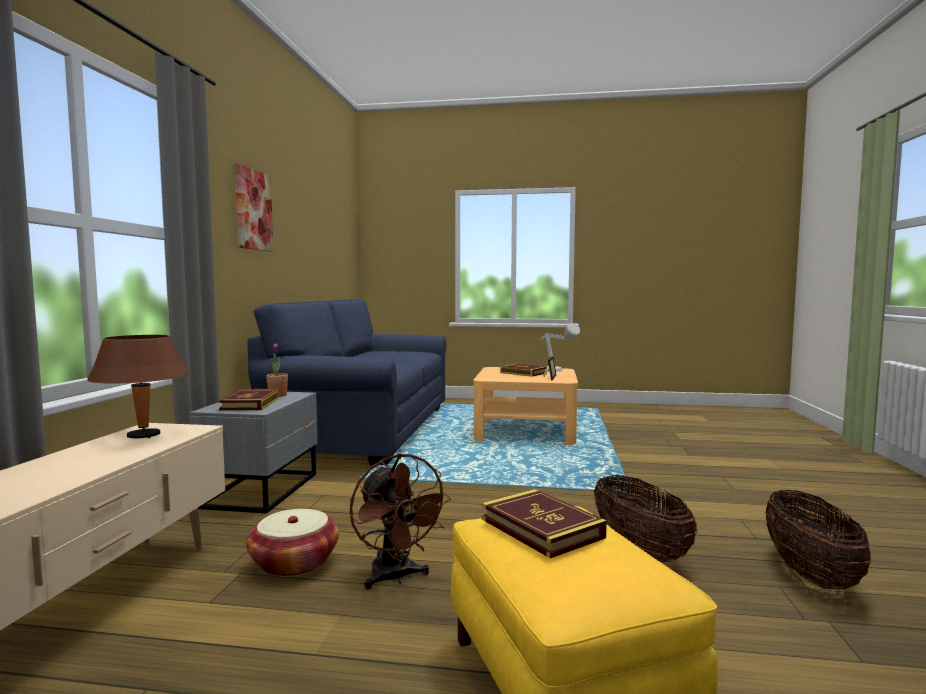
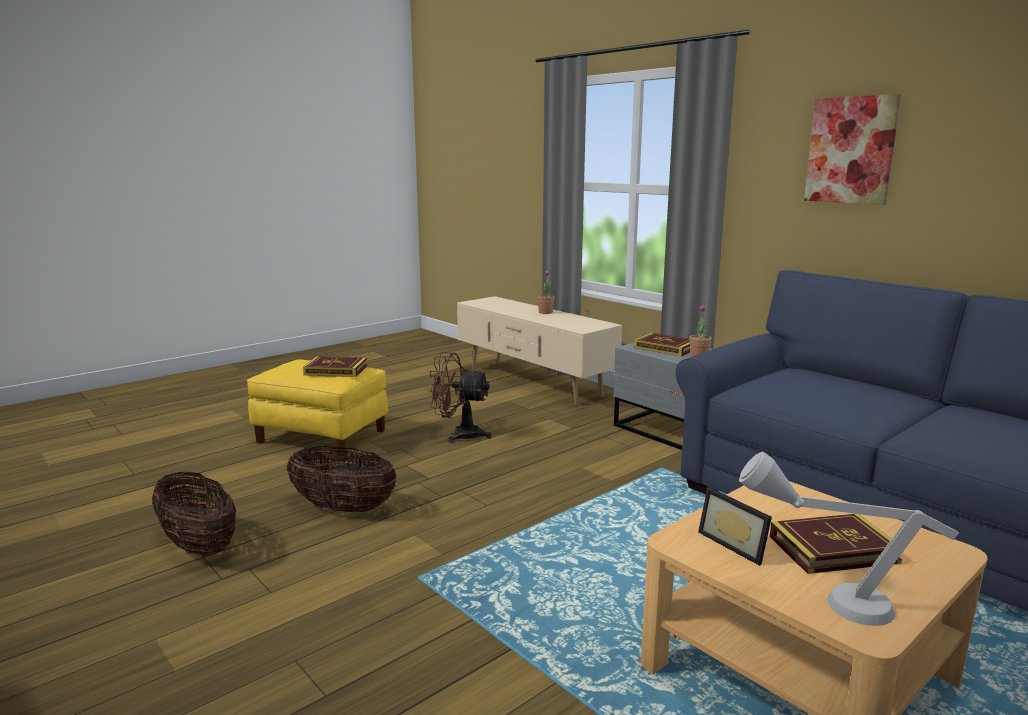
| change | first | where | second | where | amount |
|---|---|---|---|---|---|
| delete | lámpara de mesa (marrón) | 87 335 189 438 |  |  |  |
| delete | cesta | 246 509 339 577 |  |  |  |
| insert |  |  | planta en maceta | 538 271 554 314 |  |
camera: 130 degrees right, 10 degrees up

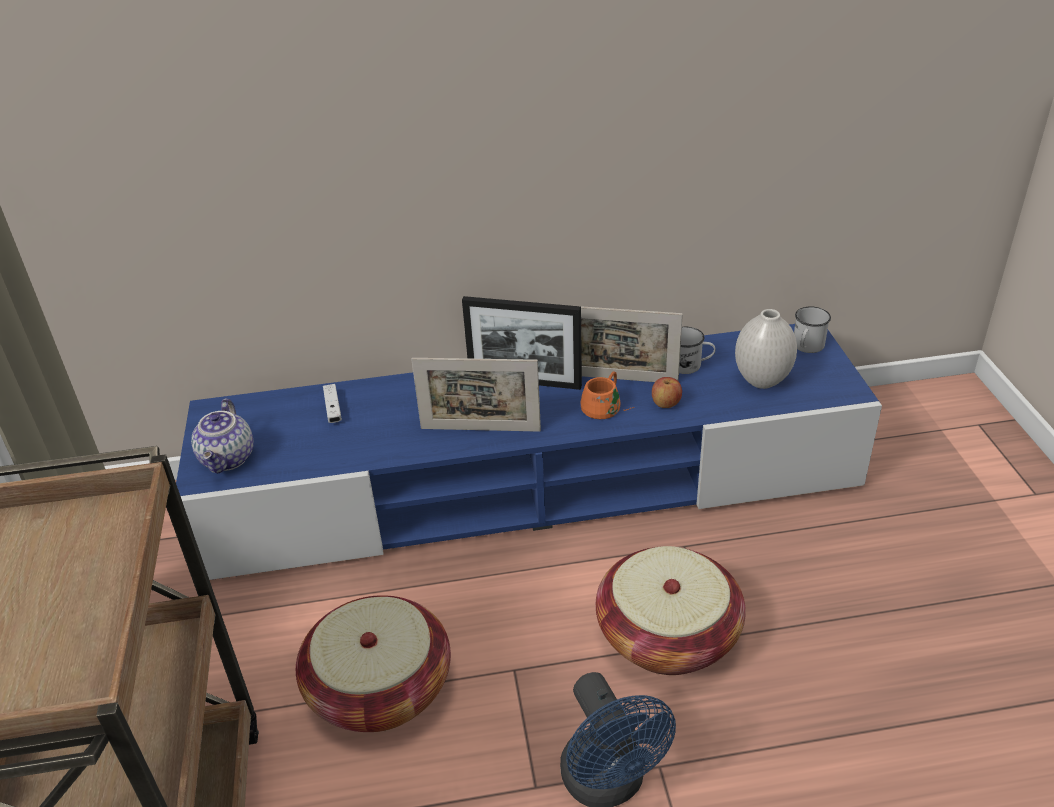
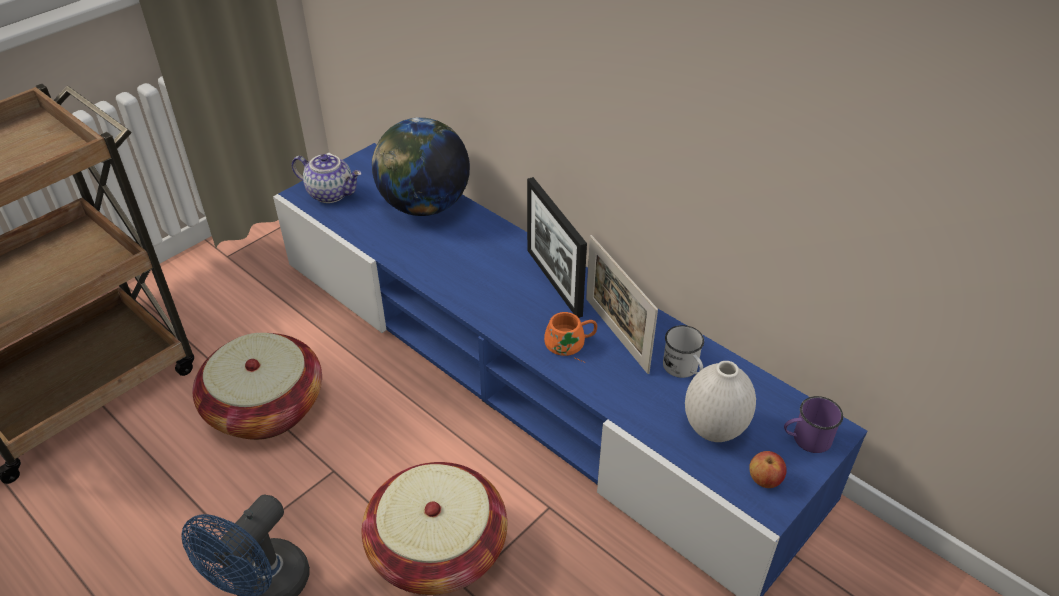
| change | first | where | second | where | amount |
|---|---|---|---|---|---|
| rotate | tetera | 191 398 253 474 |  | 292 154 362 203 | 120 degrees counterclockwise |
| replace | mando de consola (blanco) | 323 384 342 423 | globo terráqueo | 372 117 470 216 |  |
| delete | portarretratos | 411 358 541 432 |  |  |  |
| move | manzana | 652 377 682 408 |  | 749 451 787 488 |  |
| recolor | taza grande (blanco) | 794 306 831 353 | taza grande (morado) | 784 396 843 453 |  |
camera: 50 degrees right, 5 degrees up

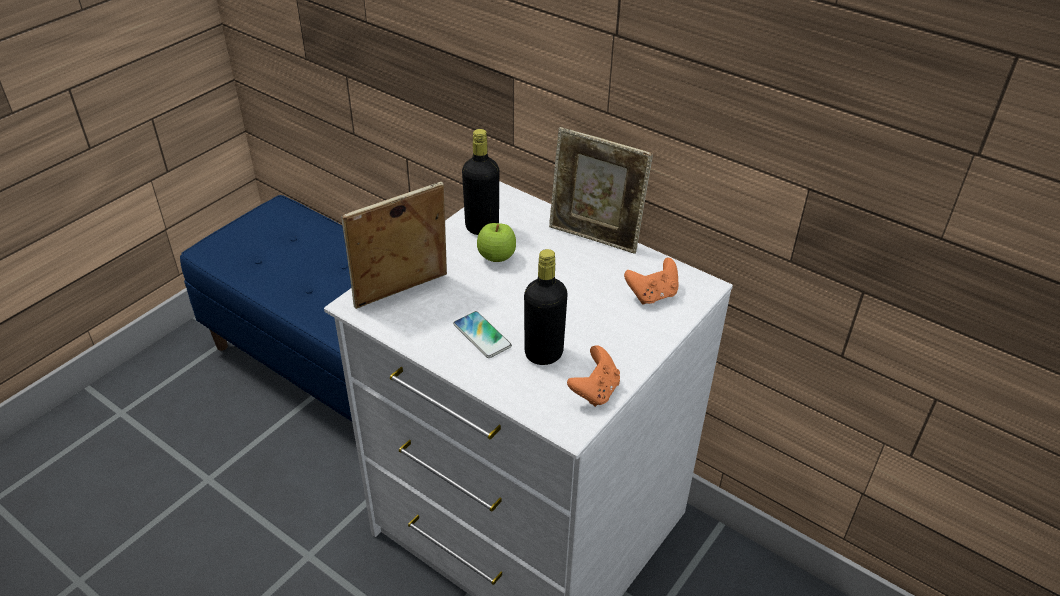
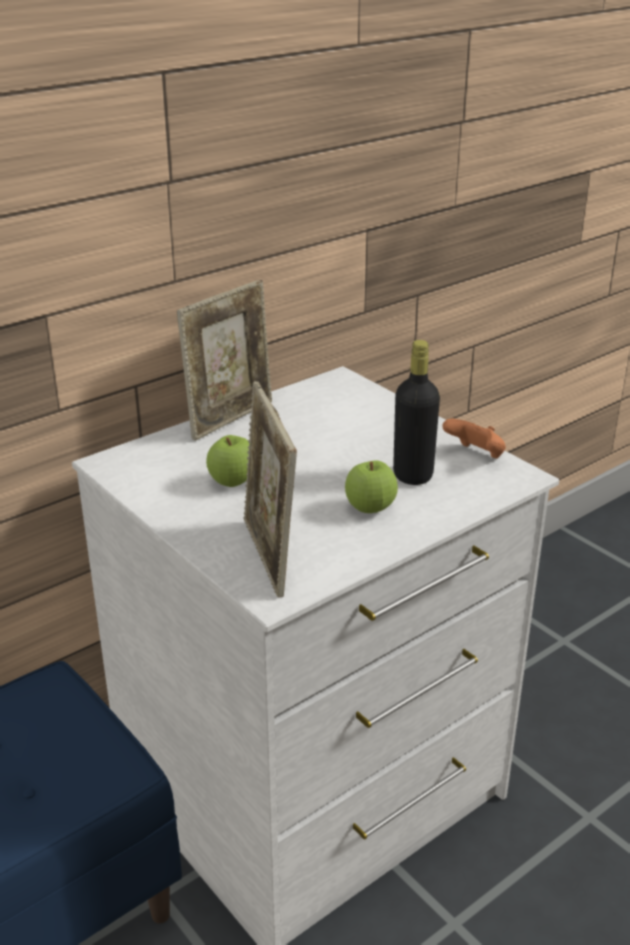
| change | first | where | second | where | amount |
|---|---|---|---|---|---|
| replace | móvil | 453 311 512 358 | manzana | 345 460 398 513 |  |
| delete | botella (negro) | 462 129 499 235 |  |  |  |
| delete | mando de consola (naranja) | 624 257 678 305 |  |  |  |
camera: 75 degrees left, 10 degrees down

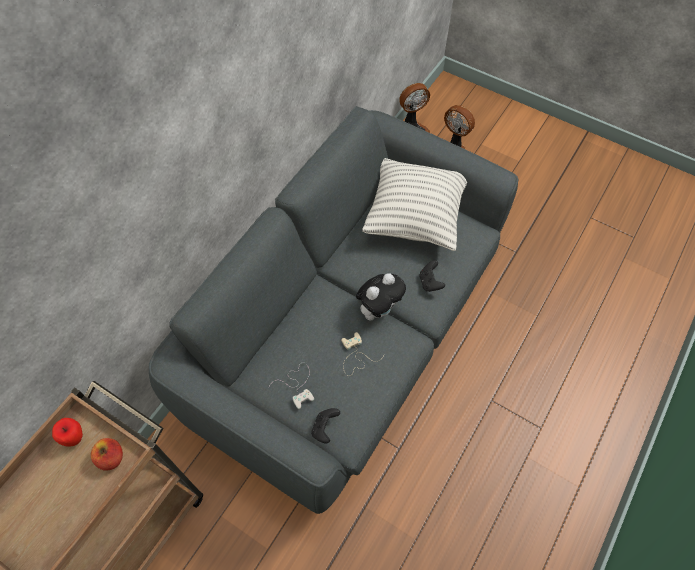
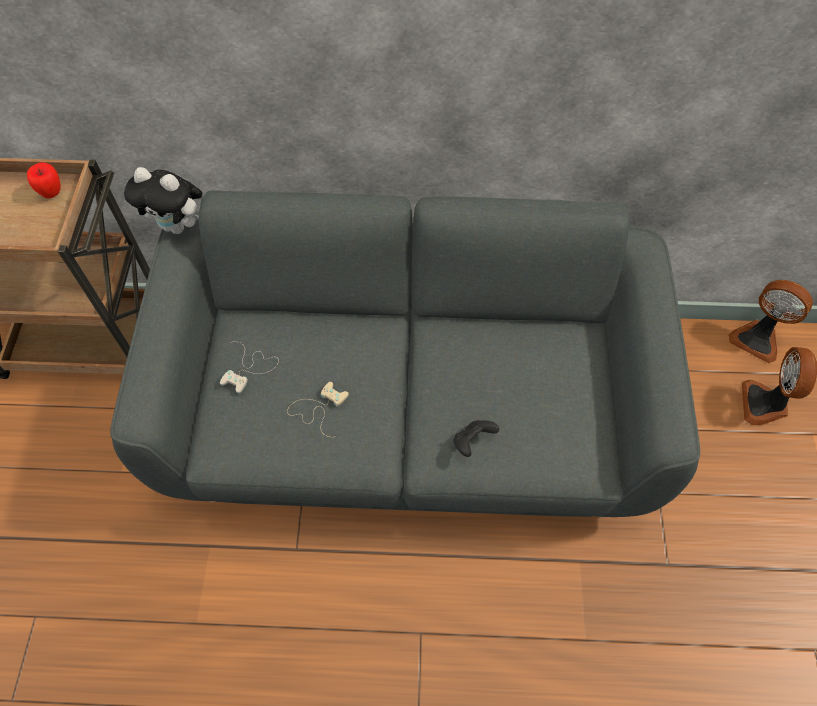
| change | first | where | second | where | amount |
|---|---|---|---|---|---|
| delete | manzana | 91 438 123 471 |  |  |  |
| delete | mando de consola (negro) | 311 408 340 443 |  |  |  |
| move | peluche | 356 273 406 321 |  | 124 167 202 234 |  |
| delete | cojín | 362 158 467 251 |  |  |  |
camera: 60 degrees right, 0 degrees up

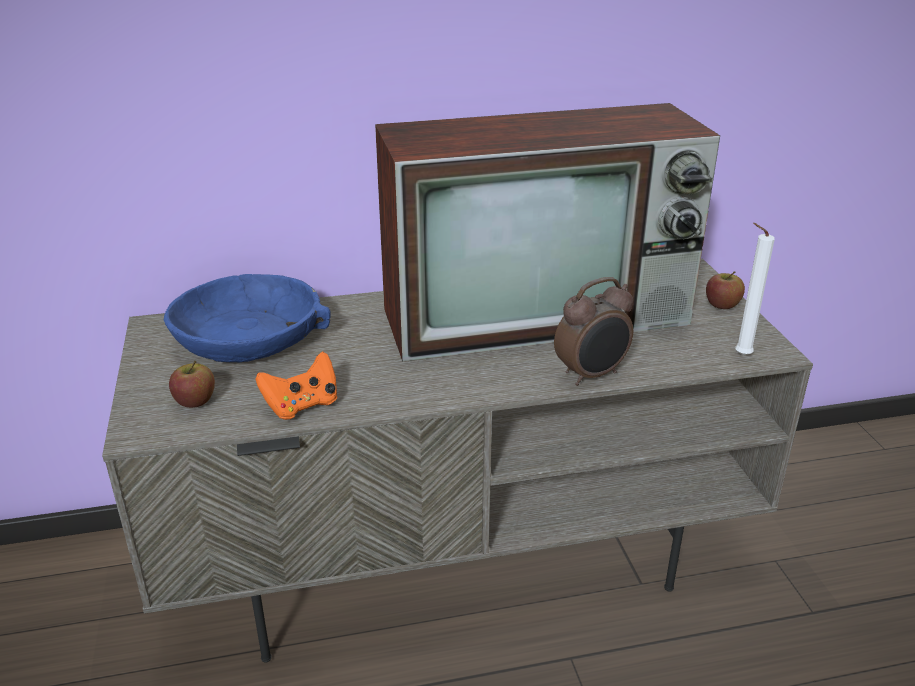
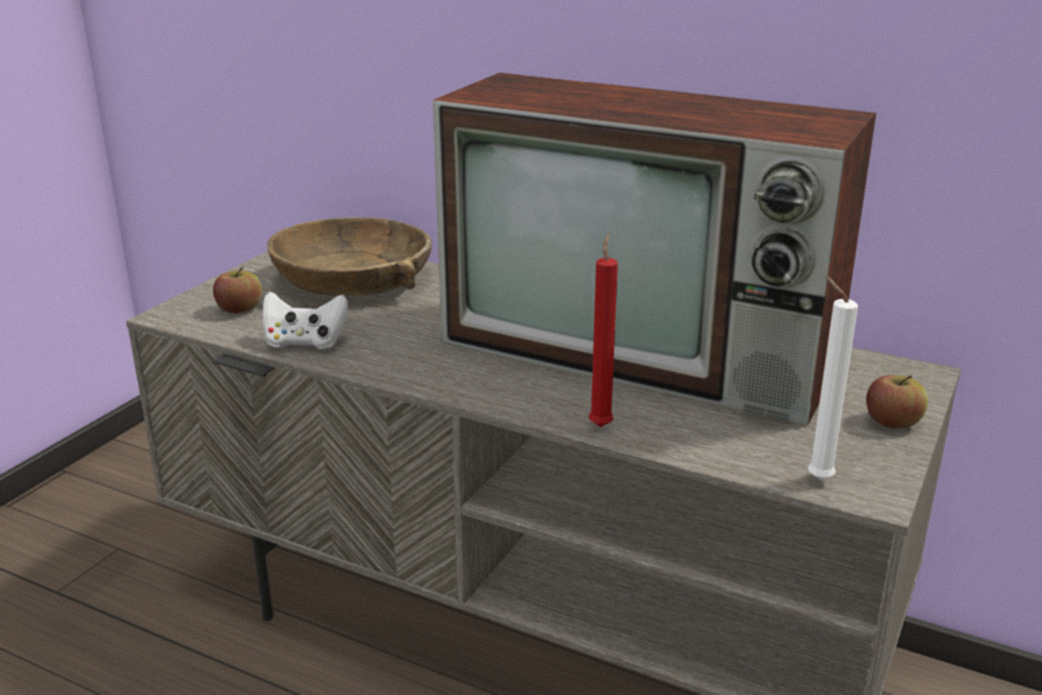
| change | first | where | second | where | amount |
|---|---|---|---|---|---|
| recolor | cuenco (azul) | 164 274 331 362 | cuenco (marrón) | 267 217 432 296 |  |
| recolor | mando de consola (naranja) | 256 351 338 420 | mando de consola (blanco) | 263 292 348 350 |  |
| replace | despertador | 554 277 633 386 | vela (rojo) | 589 234 618 427 |  |
camera: 40 degrees right, 5 degrees down

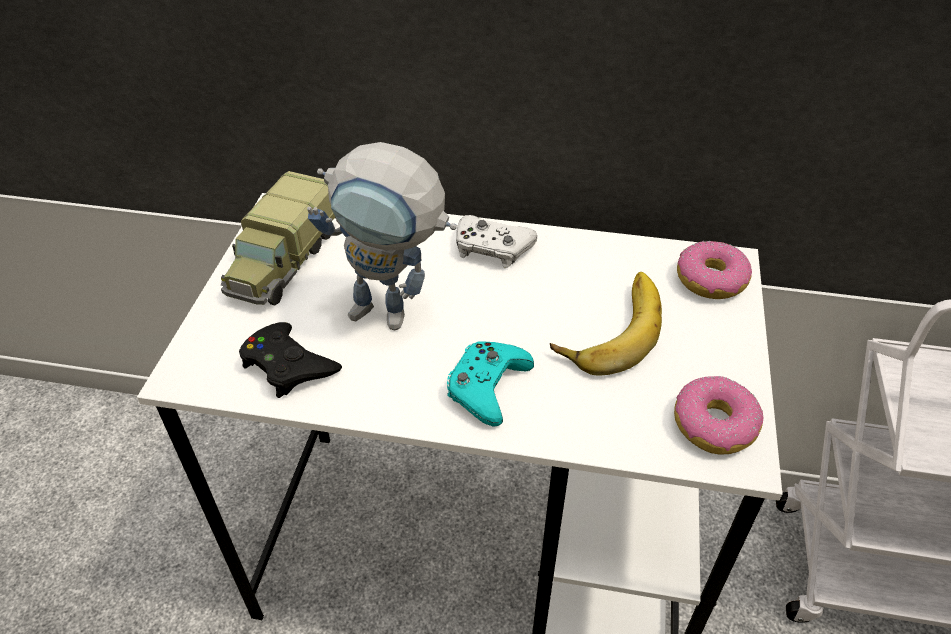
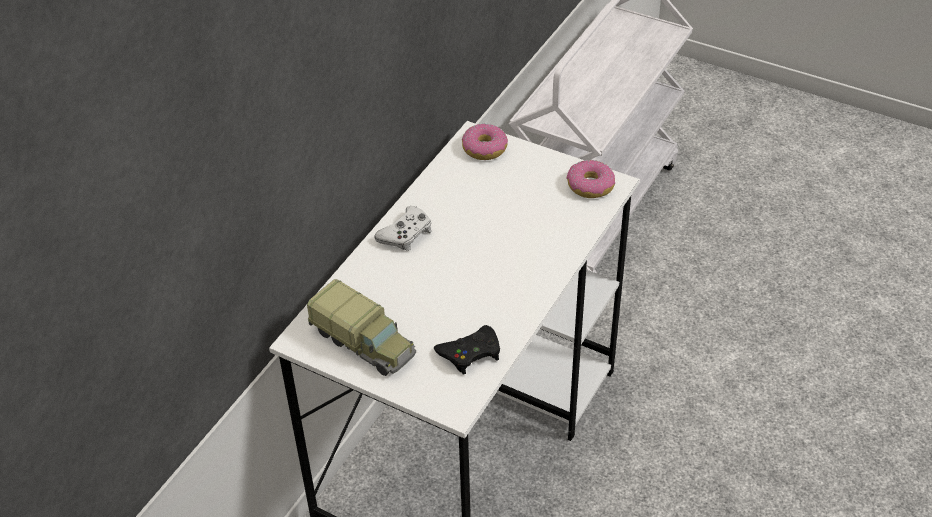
| change | first | where | second | where | amount |
|---|---|---|---|---|---|
| delete | robot de juguete | 307 142 457 331 |  |  |  |
| delete | mando de consola (turquesa) | 447 341 534 427 |  |  |  |
| delete | plátano | 550 272 662 376 |  |  |  |
camera: 70 degrees left, 0 degrees up

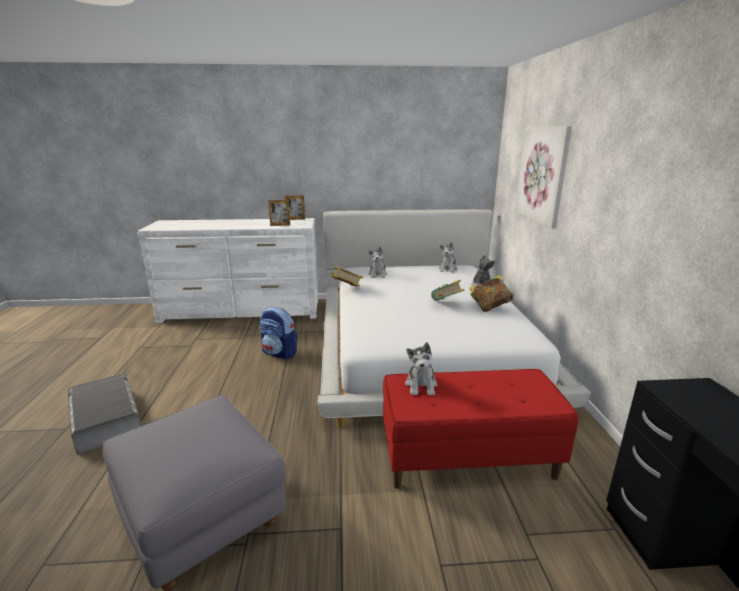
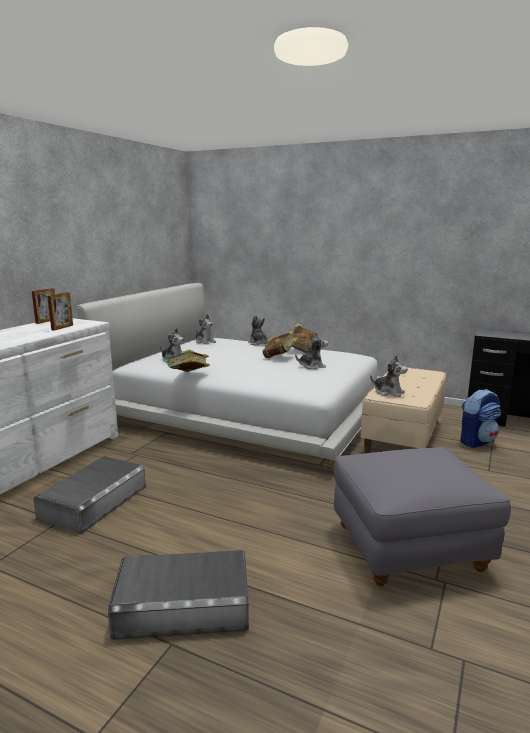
| change | first | where | second | where | amount |
|---|---|---|---|---|---|
| move | mochila | 259 307 297 360 |  | 460 389 501 448 |  |
| recolor | banco (rojo) | 383 369 578 489 | banco (beis) | 361 367 446 453 |  |
| delete | cuadro | 515 126 572 229 |  |  |  |
| insert |  |  | caja de almacenaje (gris) | 33 456 146 534 |  |
| insert |  |  | peluche | 295 333 328 369 |  |
camera: 60 degrees left, 5 degrees down

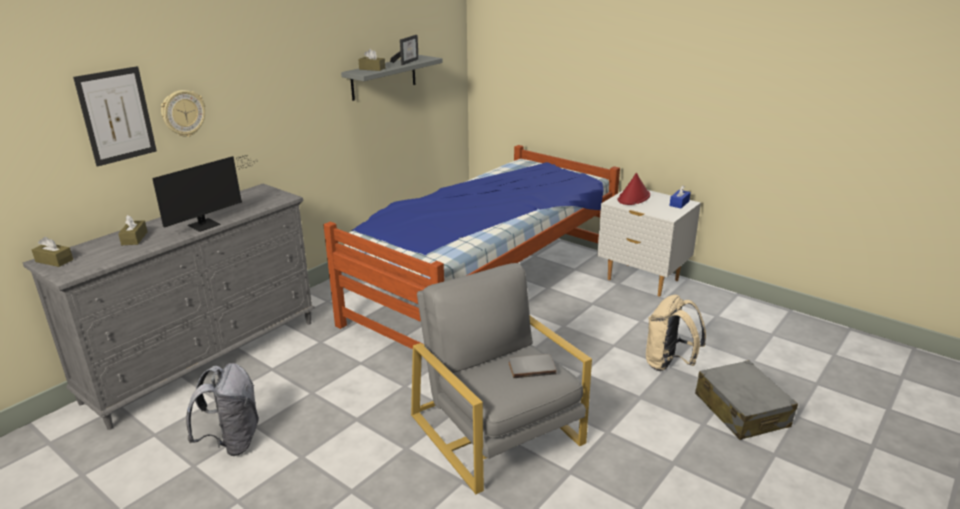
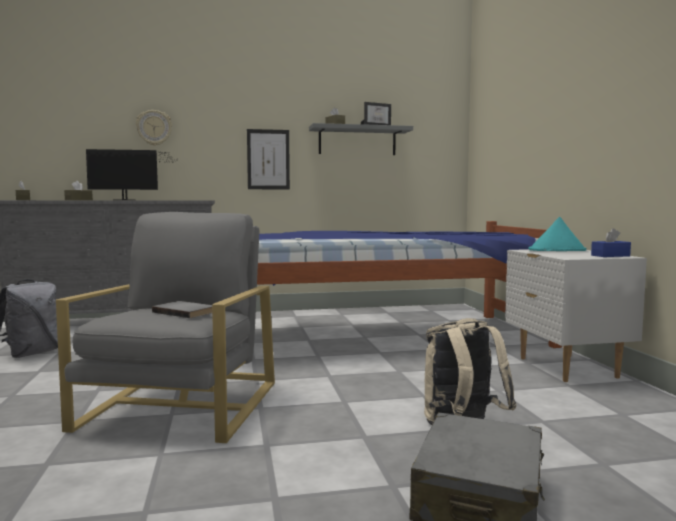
| change | first | where | second | where | amount |
|---|---|---|---|---|---|
| move | cuadro | 73 66 157 167 |  | 247 129 290 189 |  |
| recolor | sombrero (rojo) | 617 173 650 205 | sombrero (turquesa) | 528 217 587 251 |  |
camera: 40 degrees right, 20 degrees down

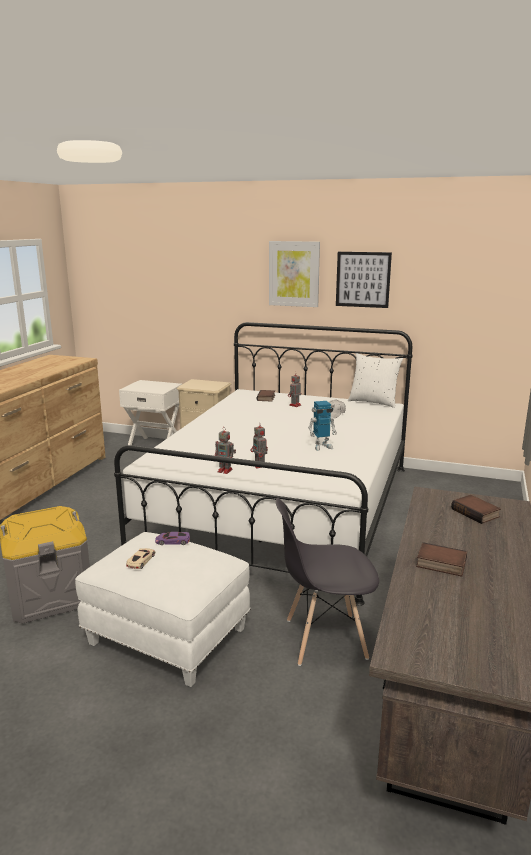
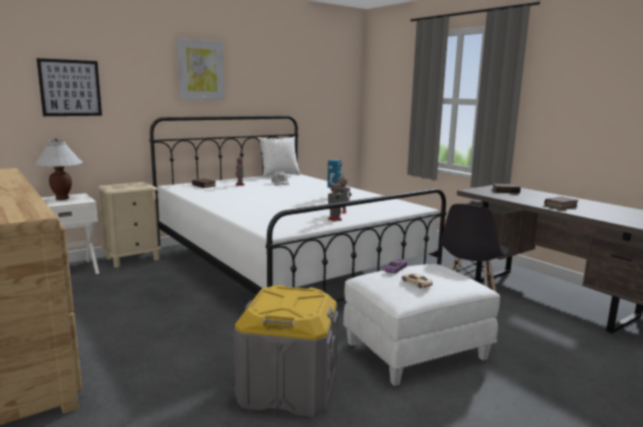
| change | first | where | second | where | amount |
|---|---|---|---|---|---|
| move | cuadro | 336 252 392 308 |  | 36 58 102 116 |  |
| insert |  |  | lámpara de mesa (blanco) | 33 139 83 200 |  |
camera: 55 degrees left, 5 degrees down

